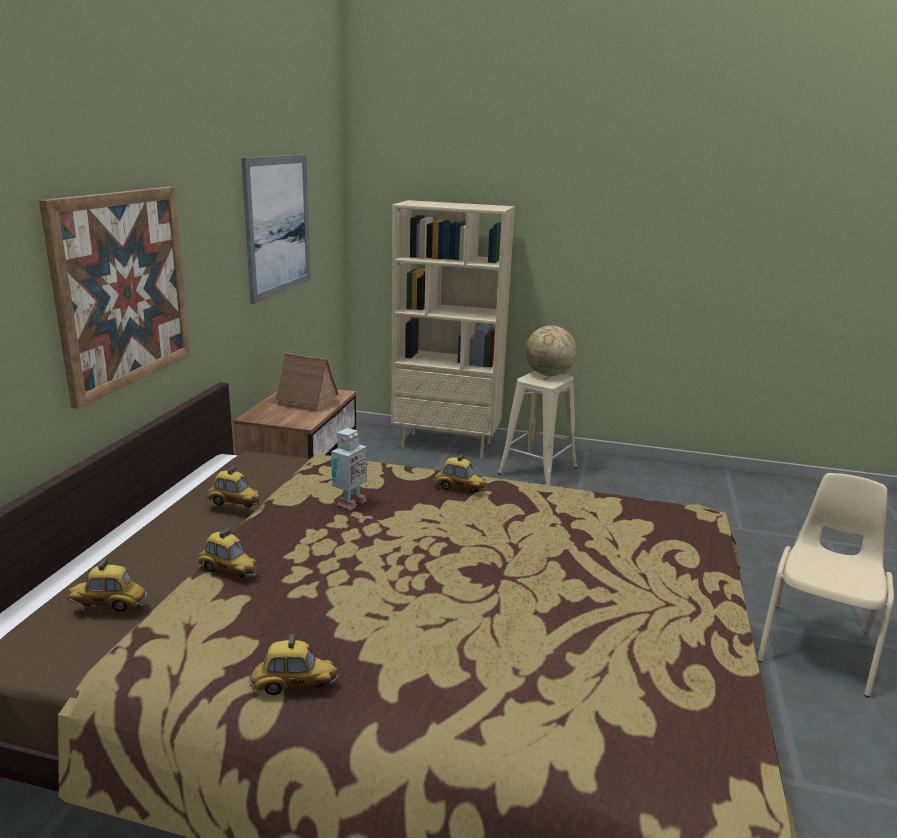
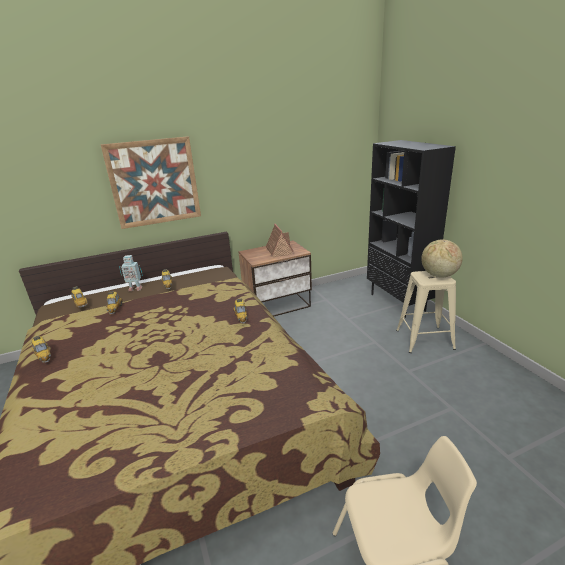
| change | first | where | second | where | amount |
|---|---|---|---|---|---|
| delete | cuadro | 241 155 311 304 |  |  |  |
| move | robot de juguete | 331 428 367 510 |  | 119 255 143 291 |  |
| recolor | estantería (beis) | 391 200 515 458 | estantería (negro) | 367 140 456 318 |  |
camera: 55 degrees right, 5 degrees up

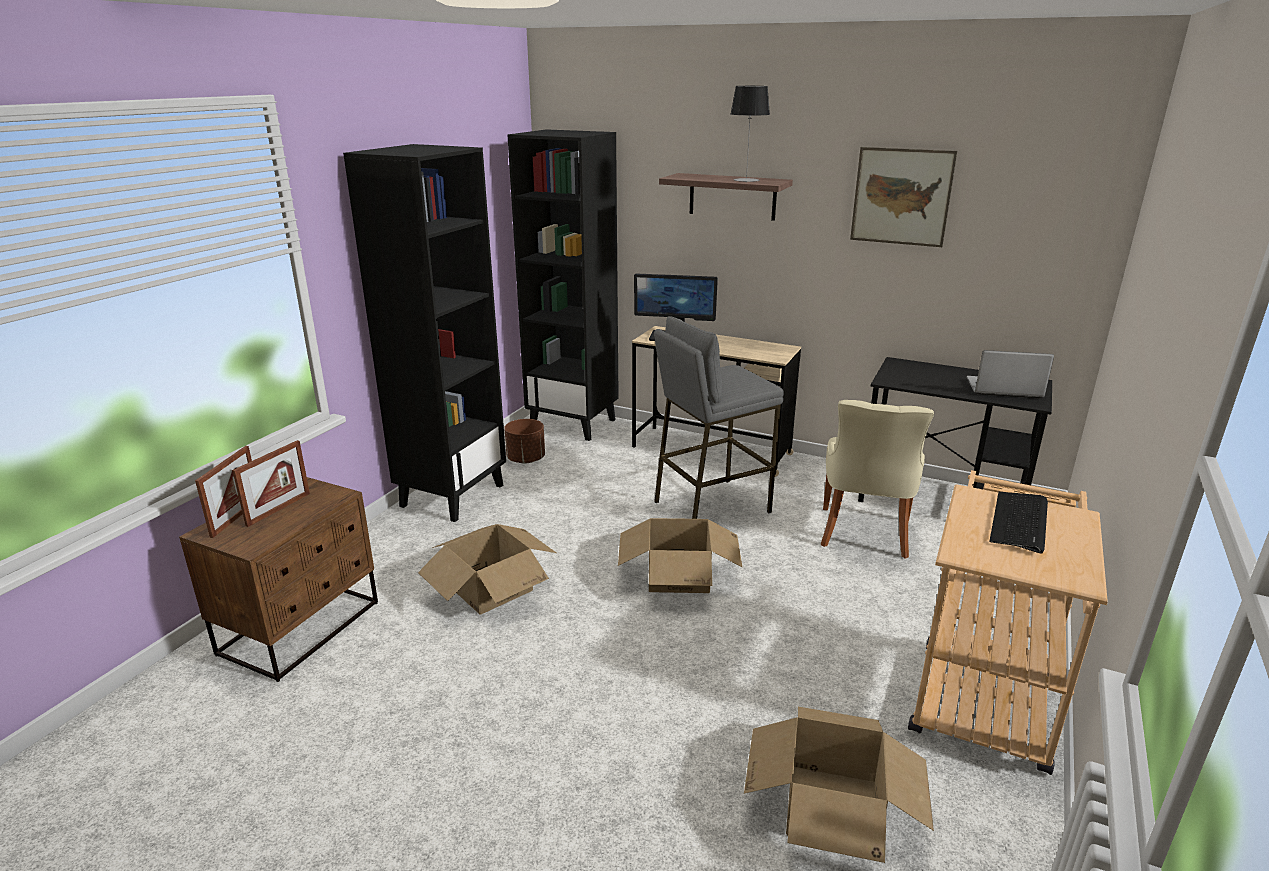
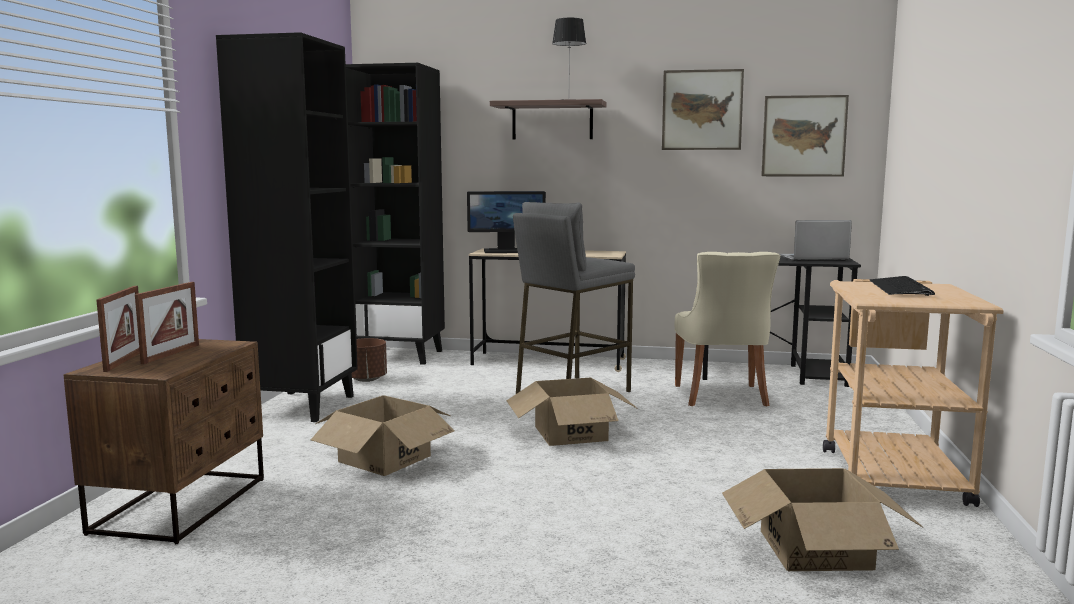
| change | first | where | second | where | amount |
|---|---|---|---|---|---|
| insert |  |  | cuadro | 761 95 849 177 |  |
camera: 15 degrees left, 15 degrees down

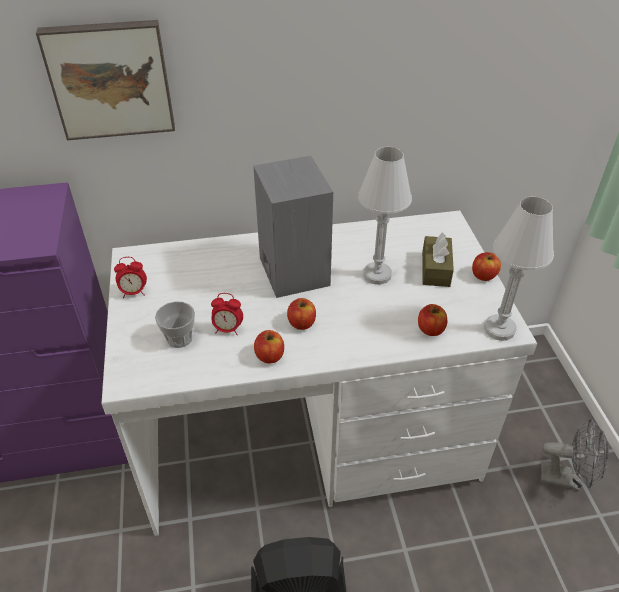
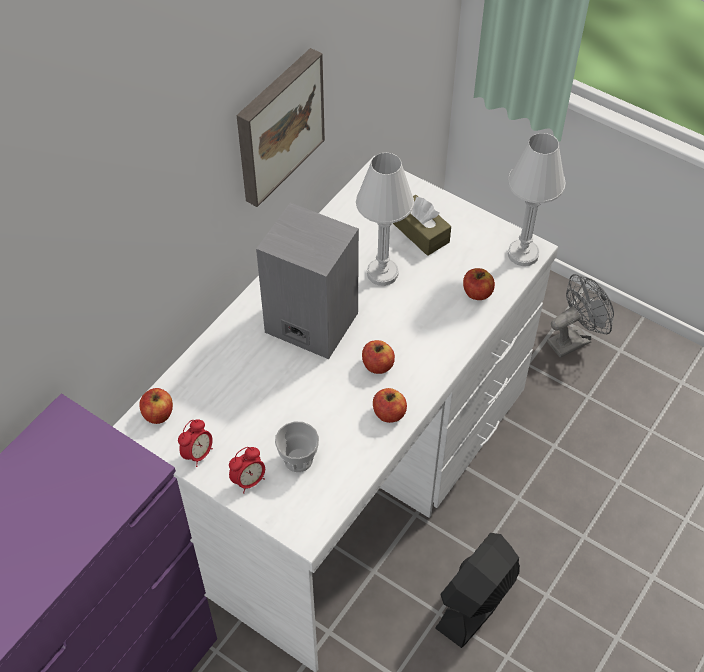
| change | first | where | second | where | amount |
|---|---|---|---|---|---|
| move | cuadro | 36 20 175 140 |  | 237 48 325 207 |  |
| move | despertador | 211 293 243 335 |  | 229 447 265 494 |  |
| move | manzana | 472 252 501 281 |  | 139 388 173 424 |  |
camera: 45 degrees left, 10 degrees up

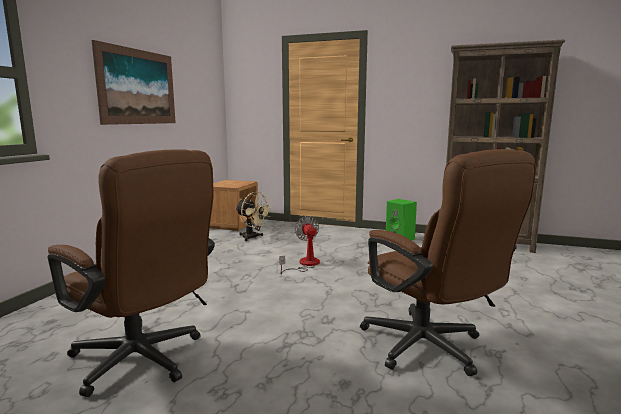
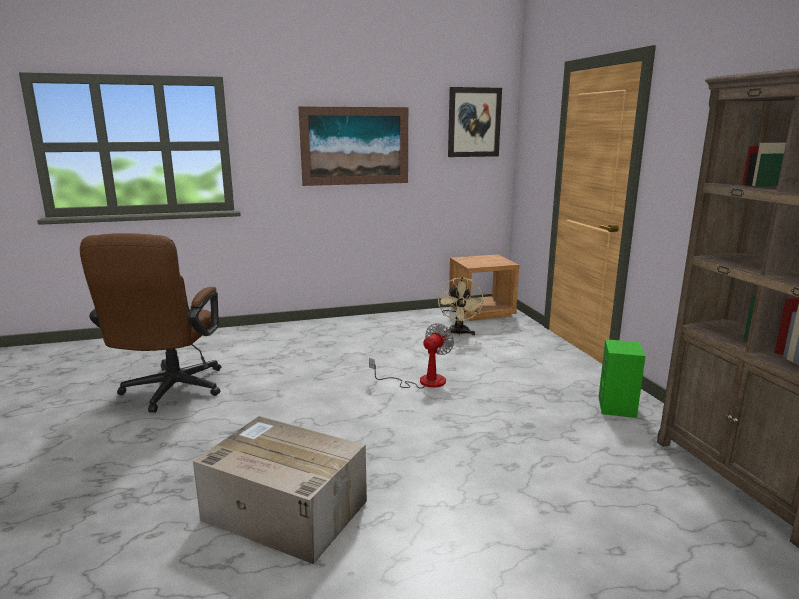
| change | first | where | second | where | amount |
|---|---|---|---|---|---|
| replace | silla de oficina (marrón) | 360 149 536 376 | caja de cartón | 193 416 367 564 |  |
| insert |  |  | cuadro | 448 87 502 157 |  |
camera: 55 degrees right, 5 degrees up

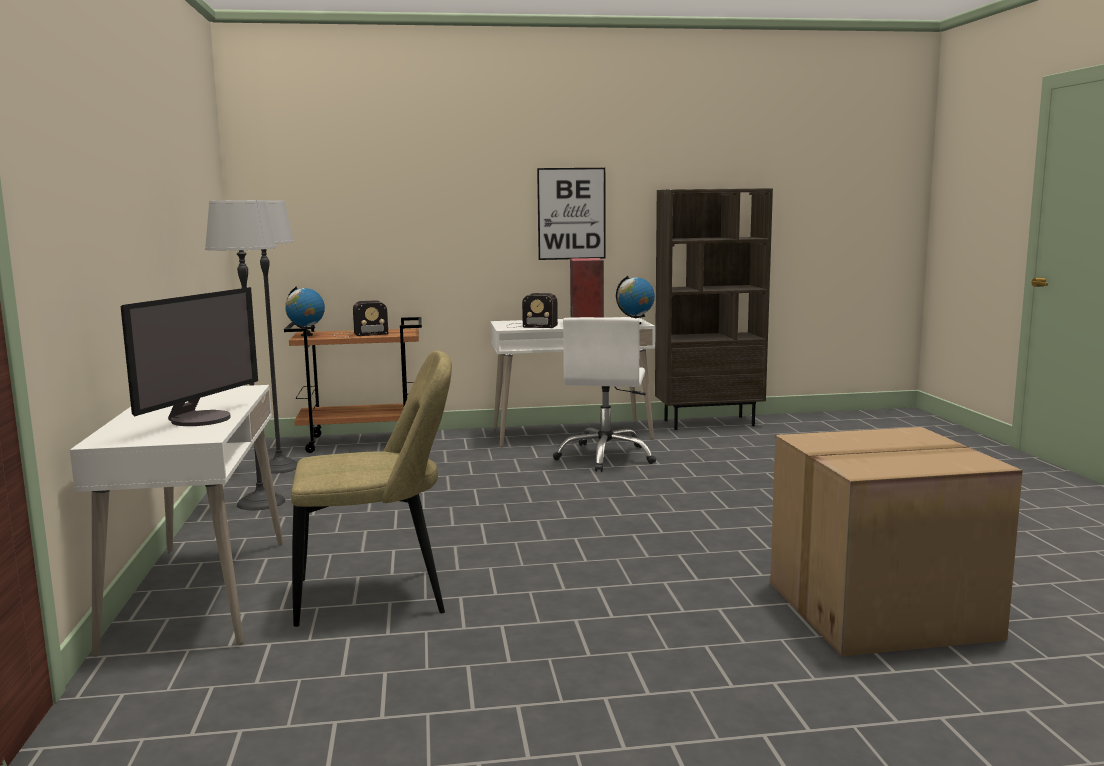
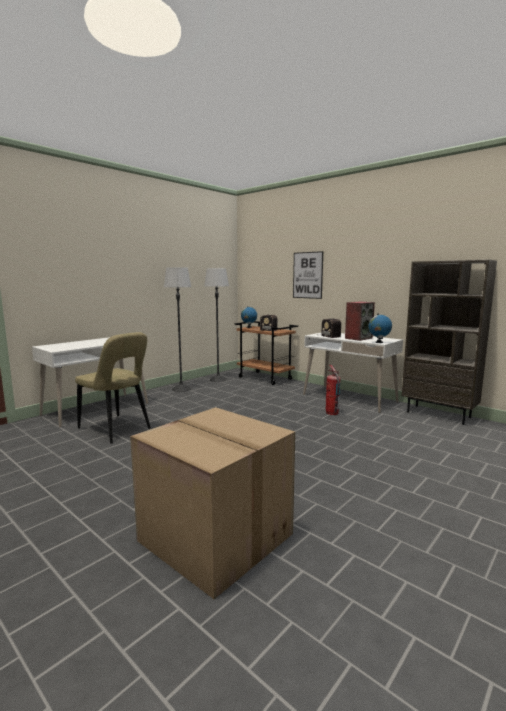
| change | first | where | second | where | amount |
|---|---|---|---|---|---|
| delete | monitor | 120 287 258 426 |  |  |  |
| move | cuadro | 537 168 606 260 |  | 293 251 323 299 |  |
| replace | silla de oficina (blanco) | 553 317 656 472 | extintor | 326 365 340 415 |  |
camera: 50 degrees right, 0 degrees up

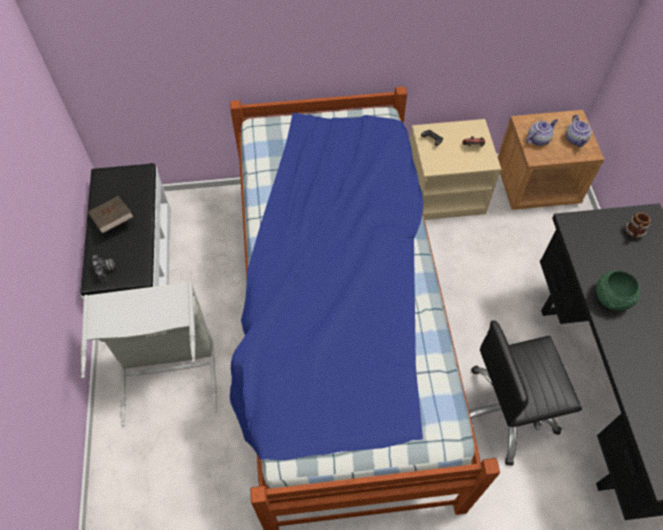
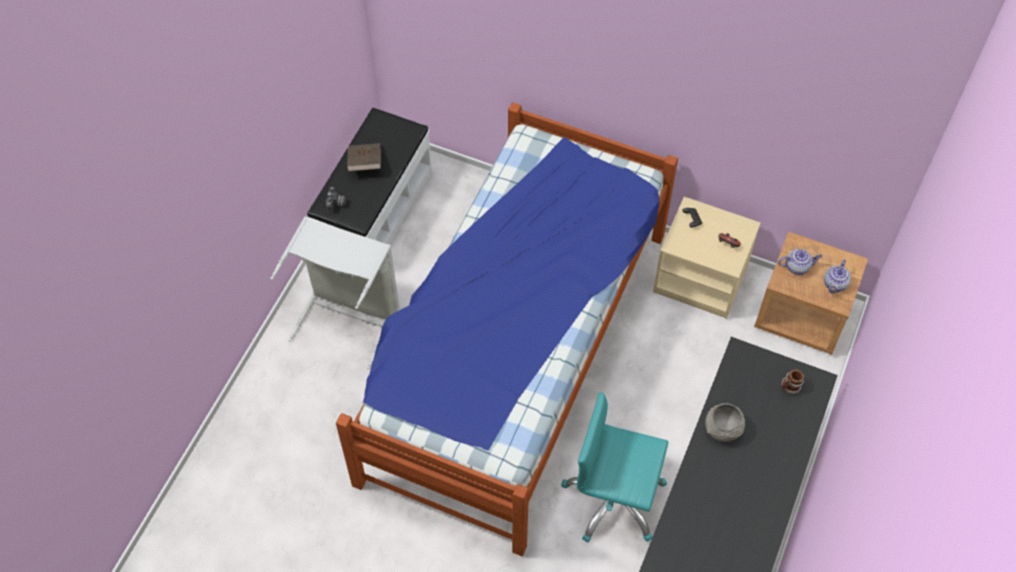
| change | first | where | second | where | amount |
|---|---|---|---|---|---|
| recolor | silla de oficina (negro) | 469 321 582 466 | silla de oficina (turquesa) | 561 392 668 543 |  |
| recolor | cuenco (verde) | 596 271 640 311 | cuenco (gris) | 705 403 745 442 |  |
camera: 30 degrees right, 0 degrees up

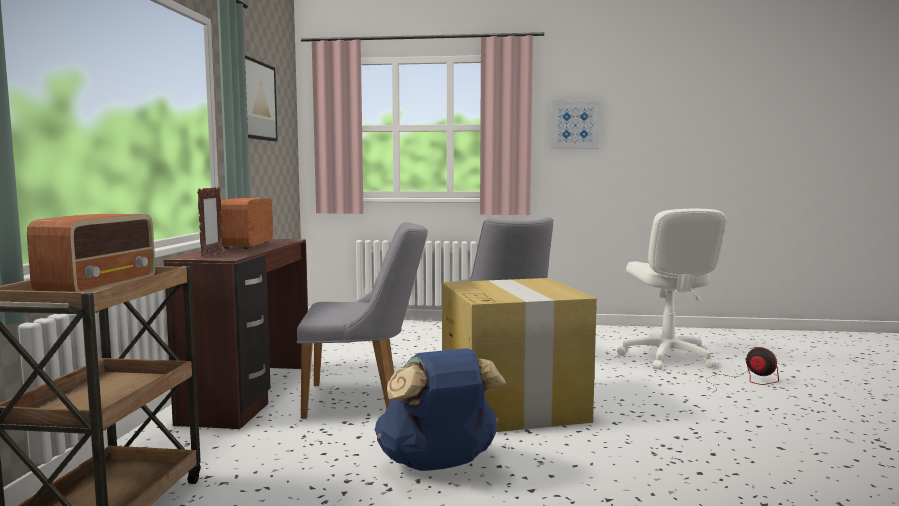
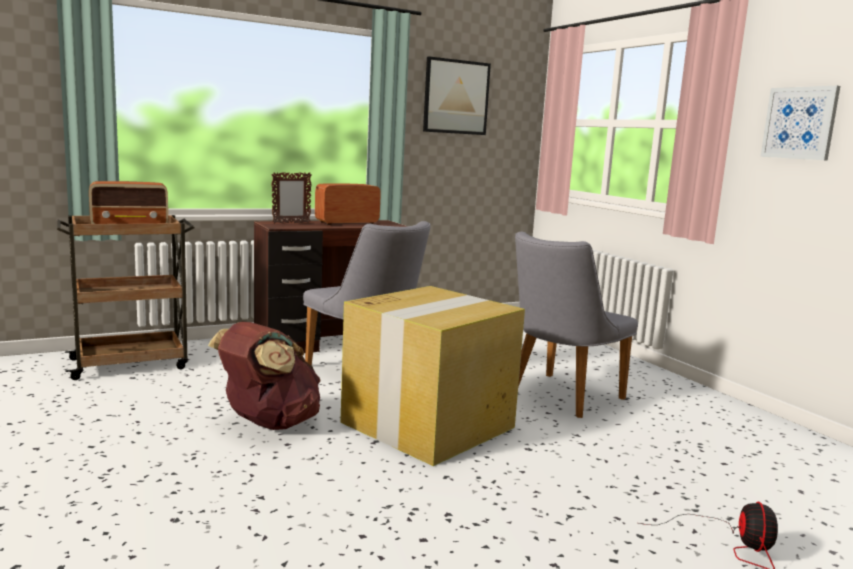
| change | first | where | second | where | amount |
|---|---|---|---|---|---|
| recolor | mochila (azul) | 375 349 506 471 | mochila (marrón) | 208 322 321 430 |  |
| delete | silla de oficina (blanco) | 617 209 727 370 |  |  |  |
camera: 55 degrees right, 5 degrees up

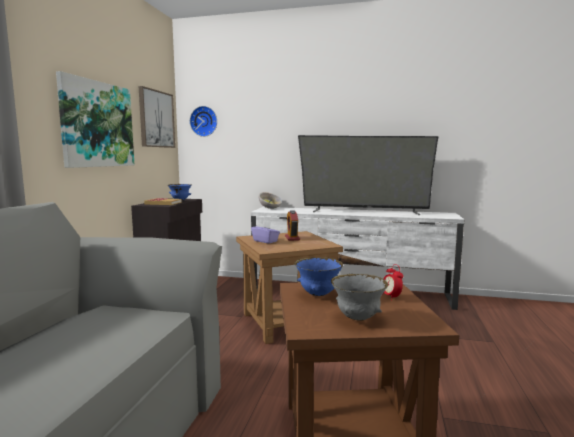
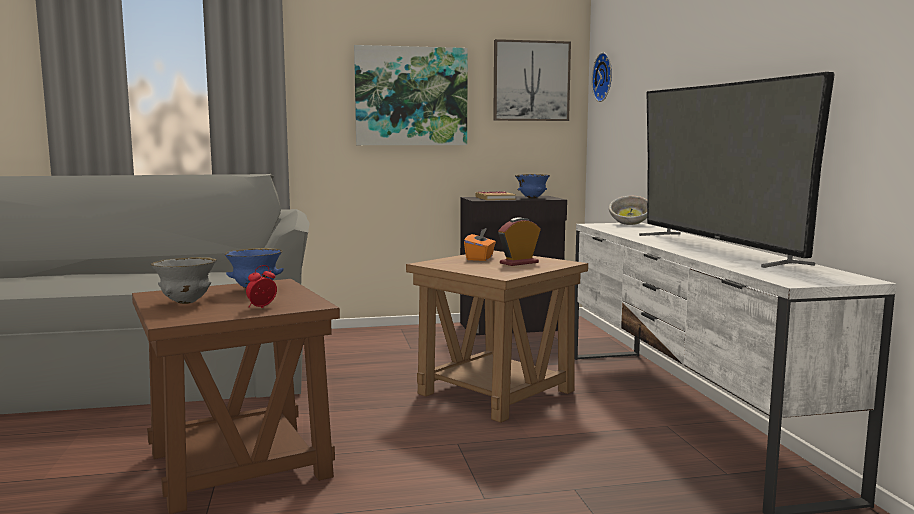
| change | first | where | second | where | amount |
|---|---|---|---|---|---|
| recolor | caja de pañuelos (morado) | 251 221 280 244 | caja de pañuelos (naranja) | 464 228 496 261 |  |
camera: 65 degrees right, 0 degrees up

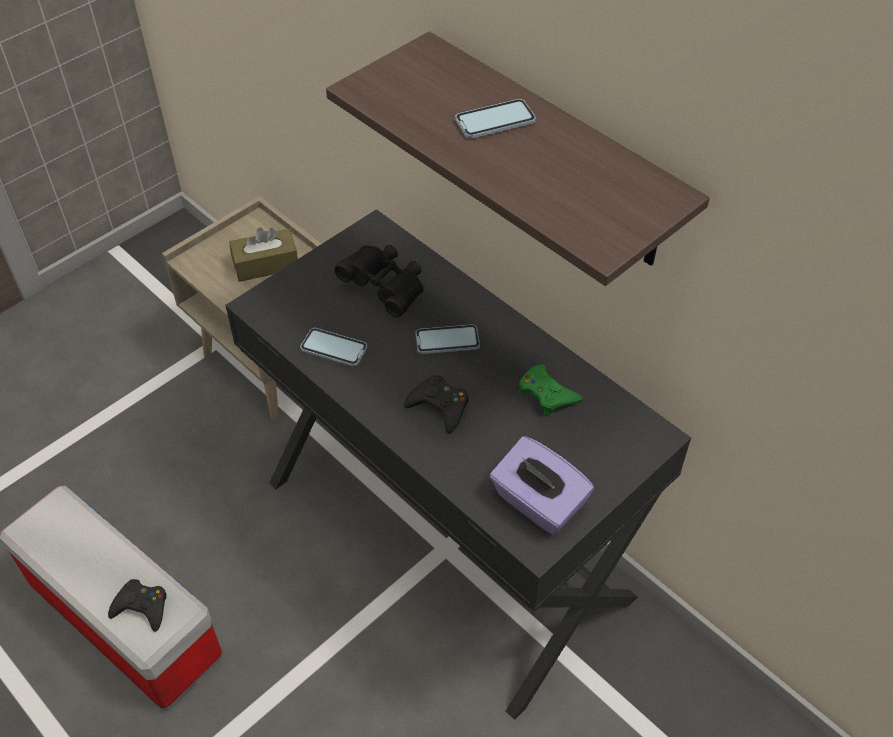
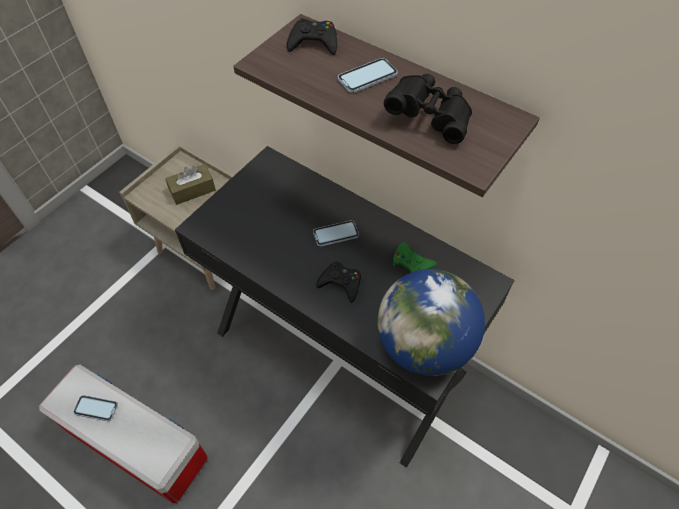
| change | first | where | second | where | amount |
|---|---|---|---|---|---|
| move | mando de consola (negro) | 108 579 167 632 |  | 287 18 338 55 |  |
| move | móvil | 300 328 367 366 |  | 73 395 118 421 |  |
| move | prismáticos (negro) | 334 245 424 317 |  | 384 74 472 144 |  |
| replace | caja de pañuelos (morado) | 490 436 594 535 | globo terráqueo | 377 269 485 376 |  |
camera: 10 degrees left, 5 degrees up

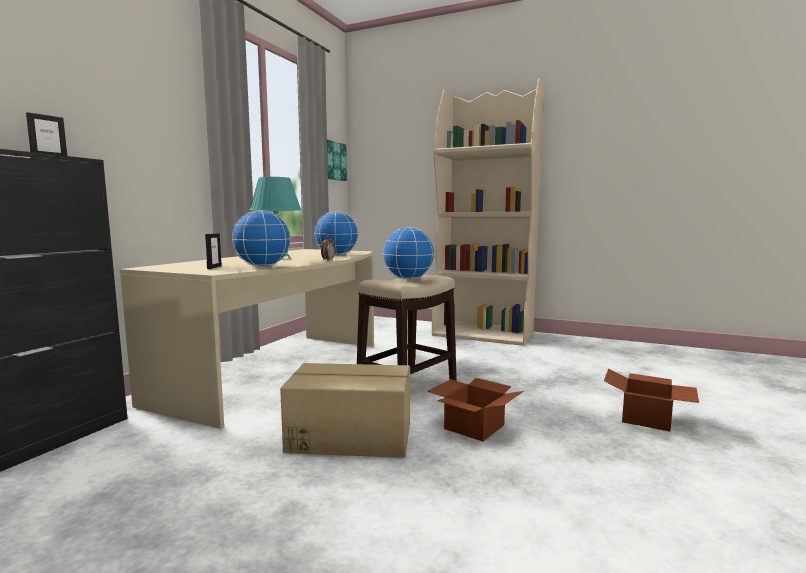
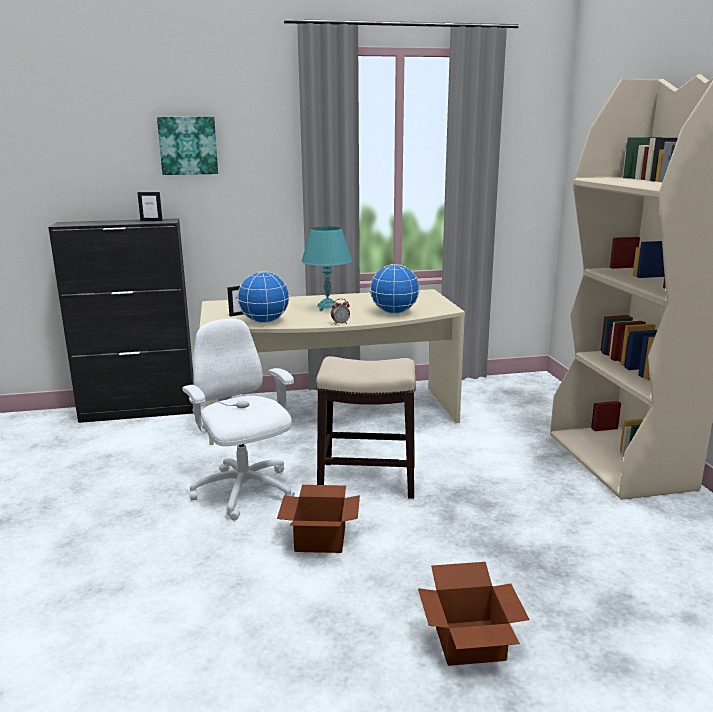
| change | first | where | second | where | amount |
|---|---|---|---|---|---|
| replace | caja de cartón | 280 363 410 458 | silla de oficina (blanco) | 182 319 295 520 |  |
| move | cuadro | 327 140 347 181 |  | 157 117 218 175 |  |
| delete | globo terráqueo | 383 227 435 280 |  |  |  |
camera: 55 degrees right, 10 degrees up

